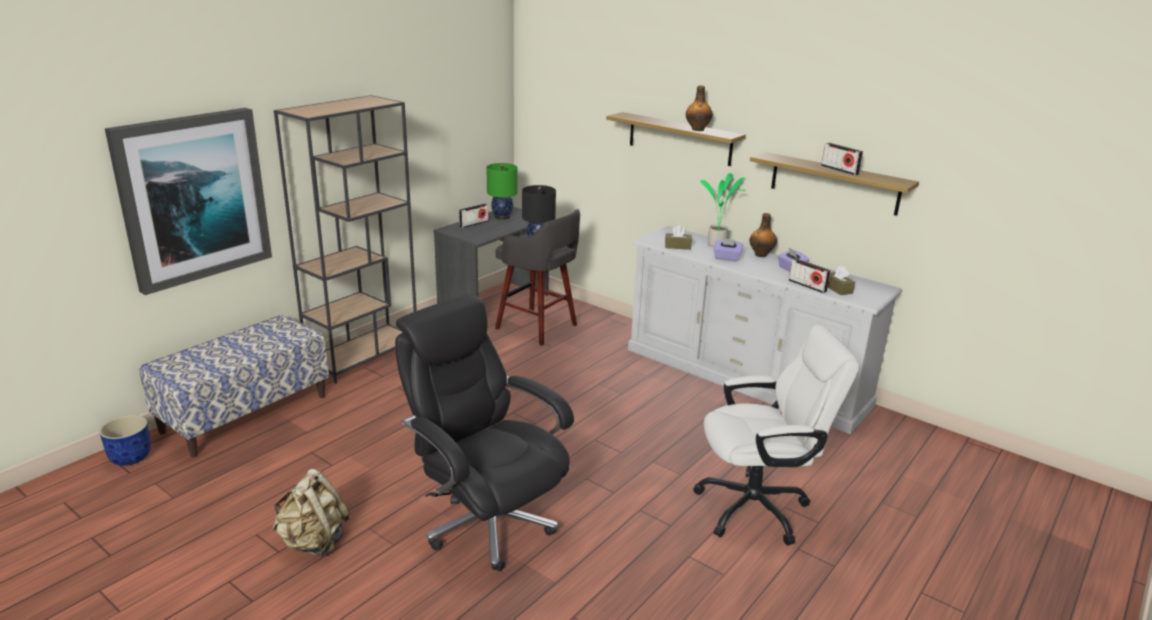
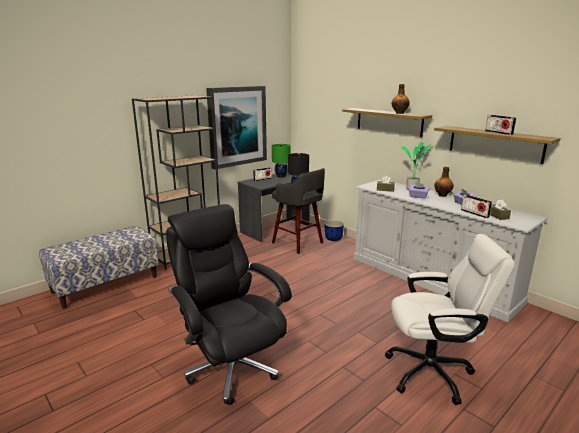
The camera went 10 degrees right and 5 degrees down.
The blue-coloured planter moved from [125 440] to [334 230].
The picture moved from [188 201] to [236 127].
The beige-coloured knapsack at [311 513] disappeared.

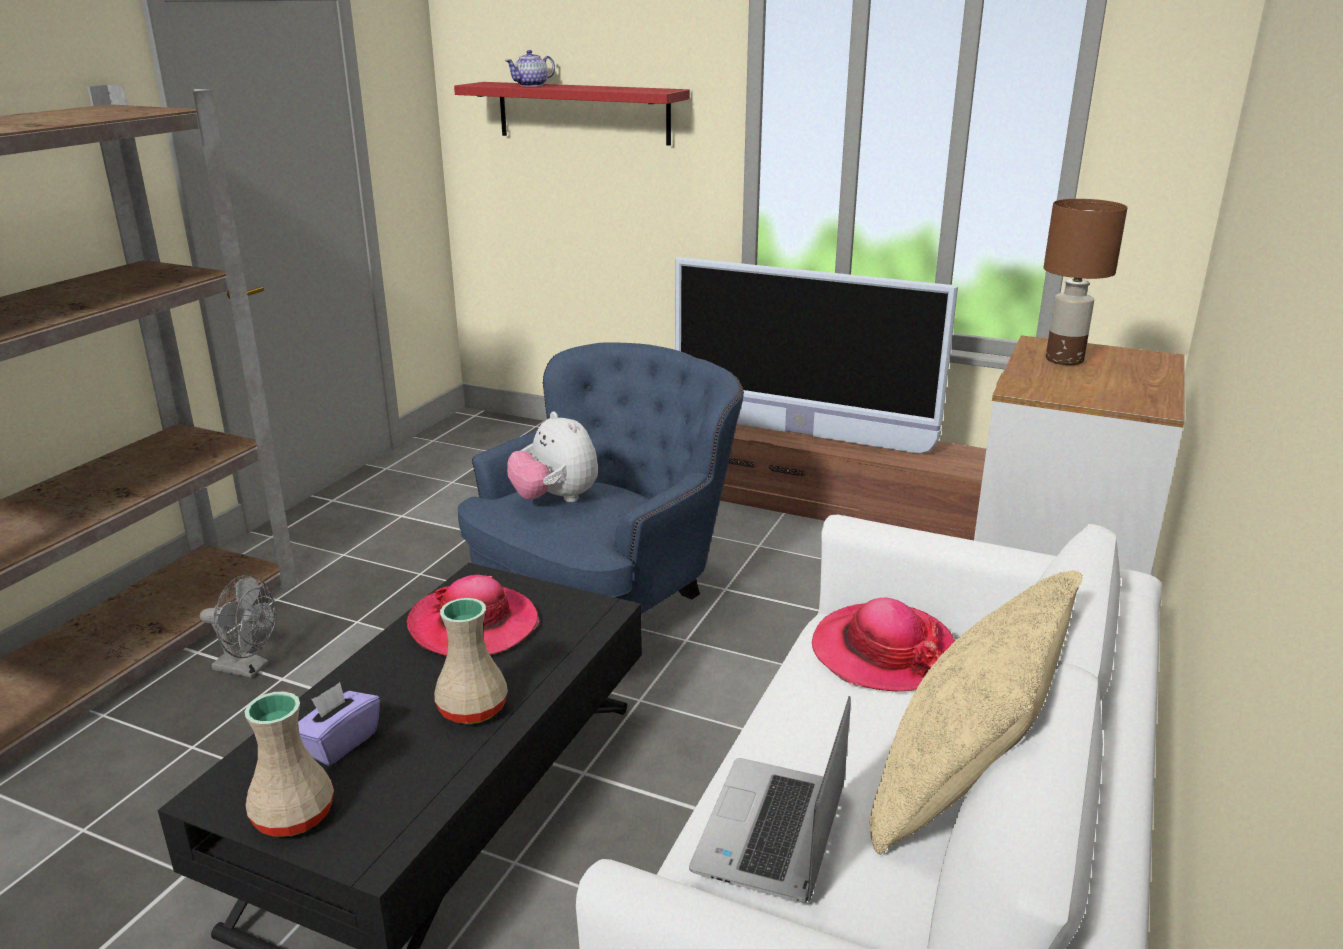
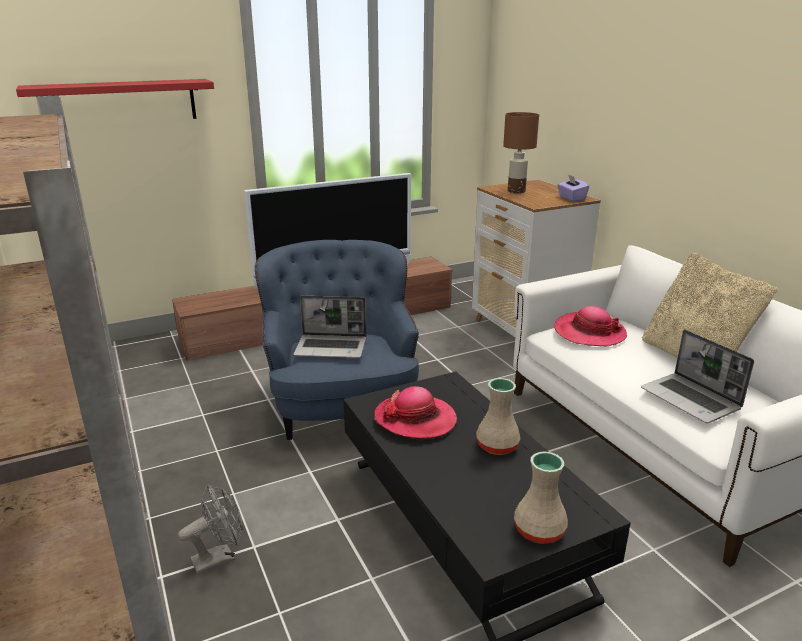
The camera went 50 degrees left and 0 degrees up.
The purplish box of tissues moved from [339 724] to [573 188].
The teapot at [530 68] disappeared.
The plush toy at [552 456] was replaced by the laptop at [330 326].

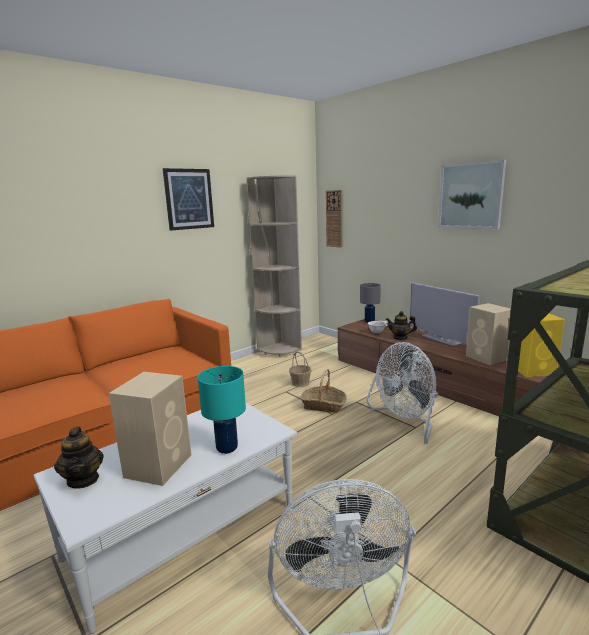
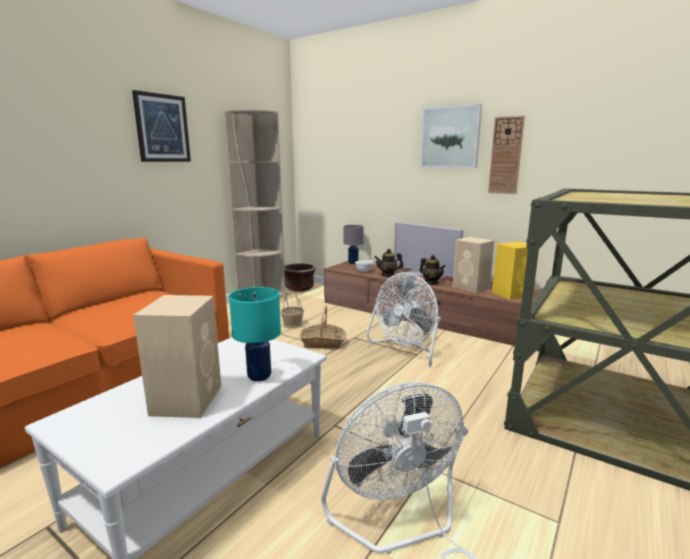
The camera went 15 degrees left and 0 degrees up.
The teapot moved from [79 458] to [433 269].
The hanging clock moved from [334 219] to [506 155].
The brown planter at [299 277] appeared.

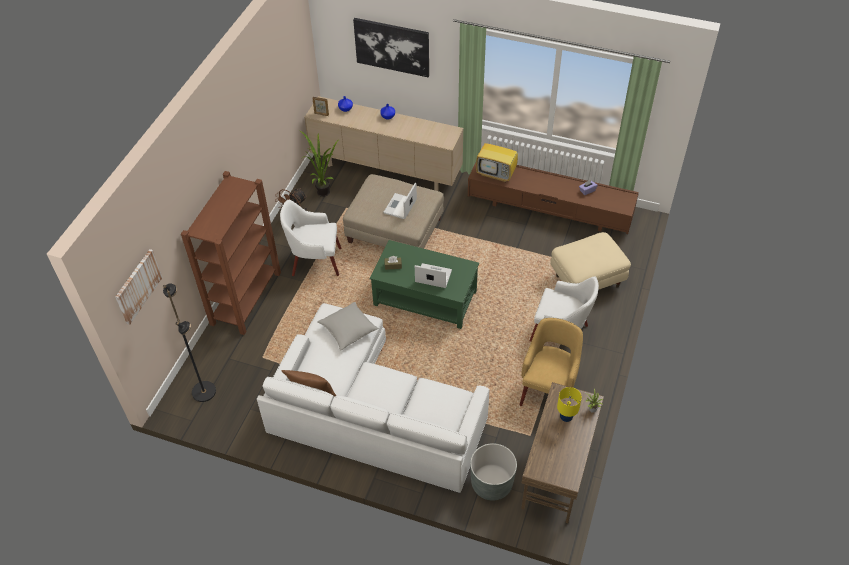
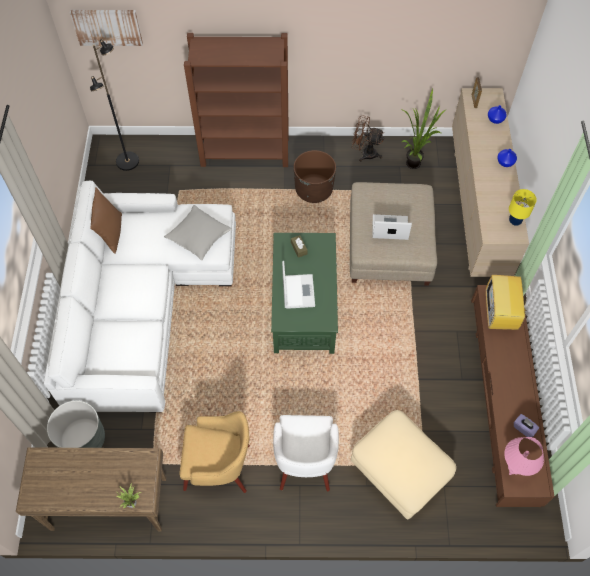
The camera went 70 degrees right and 10 degrees up.
The whitish easy chair at [310 238] was replaced by the brown planter at [315 176].
The picture at [391 47] disappeared.
The yellowish table lamp moved from [569 404] to [523 207].
The pinkish table lamp at [524 456] appeared.

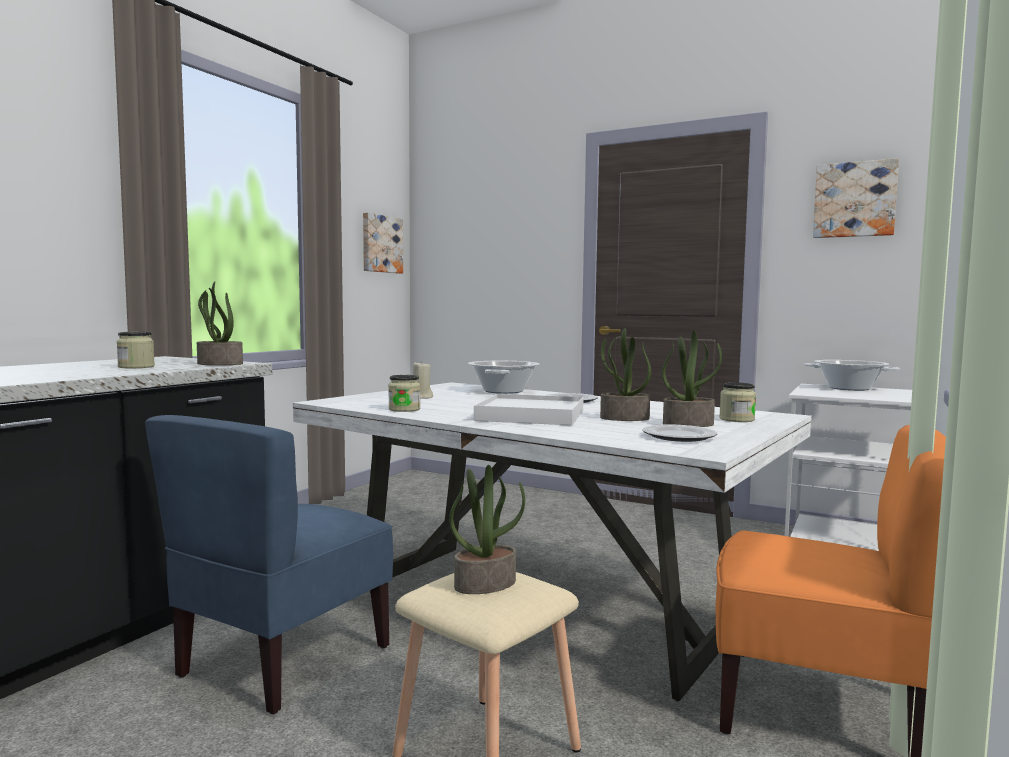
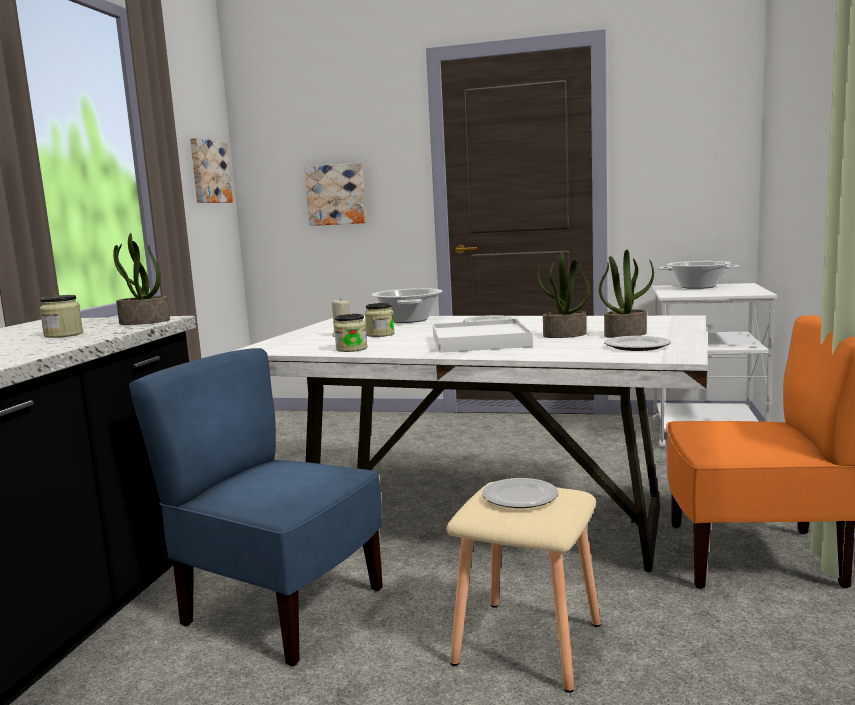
The camera went 15 degrees left and 5 degrees up.
The blue-coloured upright chair at [269 564] turned 105 degrees clockwise.
The plant in a pot at [487 529] was replaced by the dinner plate at [520 493].
The storage jar moved from [737 402] to [379 320].
The picture moved from [856 198] to [335 194].

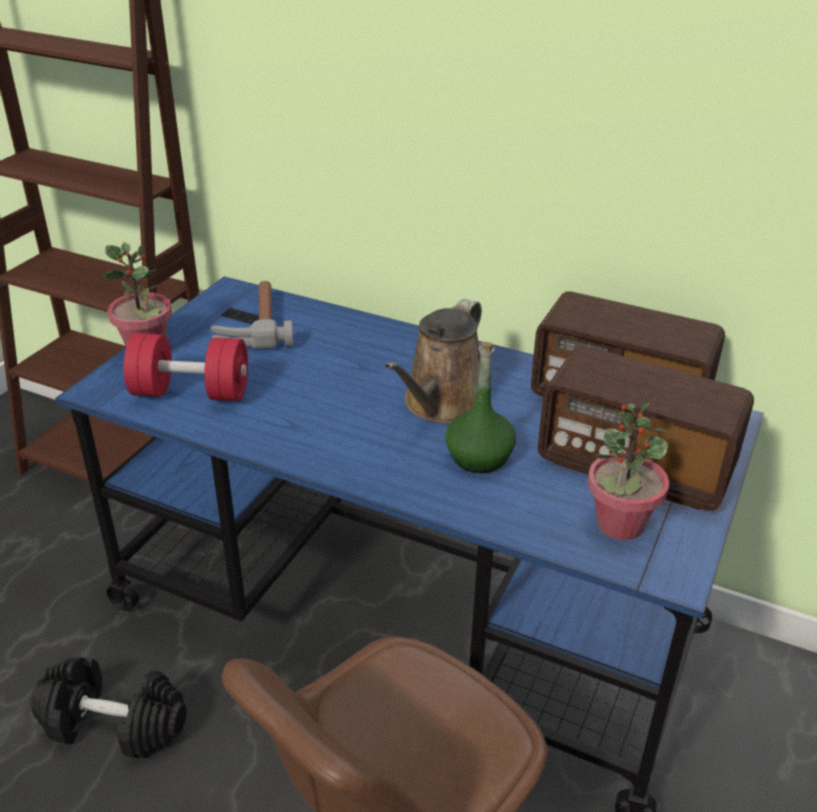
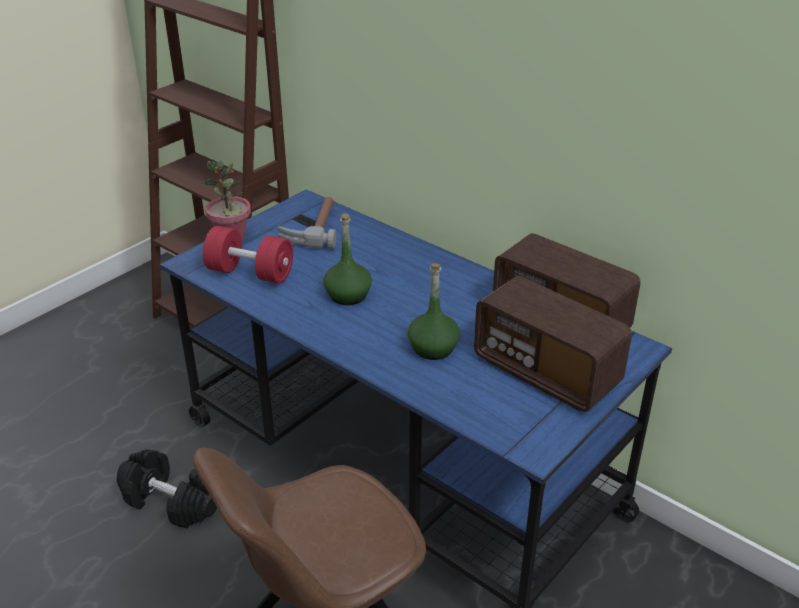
The camera went 15 degrees right and 0 degrees up.
The brown watering pot at [433 361] disappeared.
The plant in a pot at [628 466] disappeared.
The green-coloured bottle at [347 259] appeared.

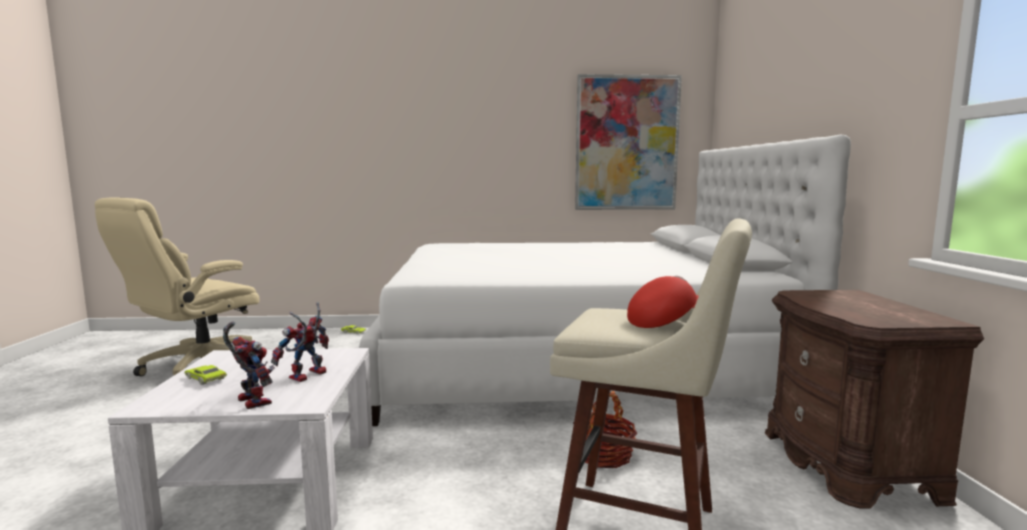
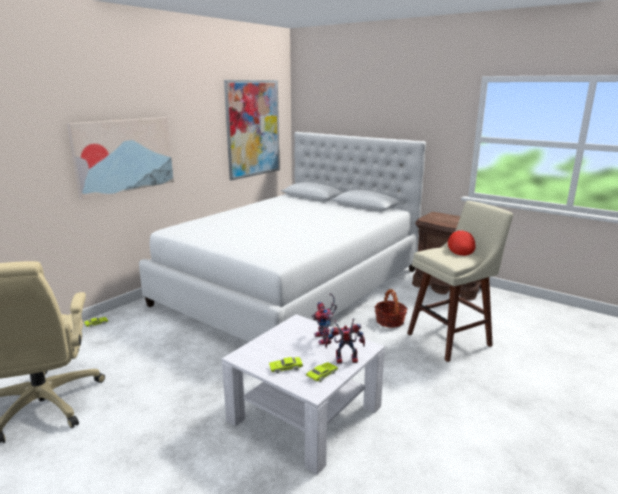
The camera went 50 degrees left and 10 degrees up.
The picture at [120 158] appeared.
The green-coloured miniature car at [322 372] appeared.

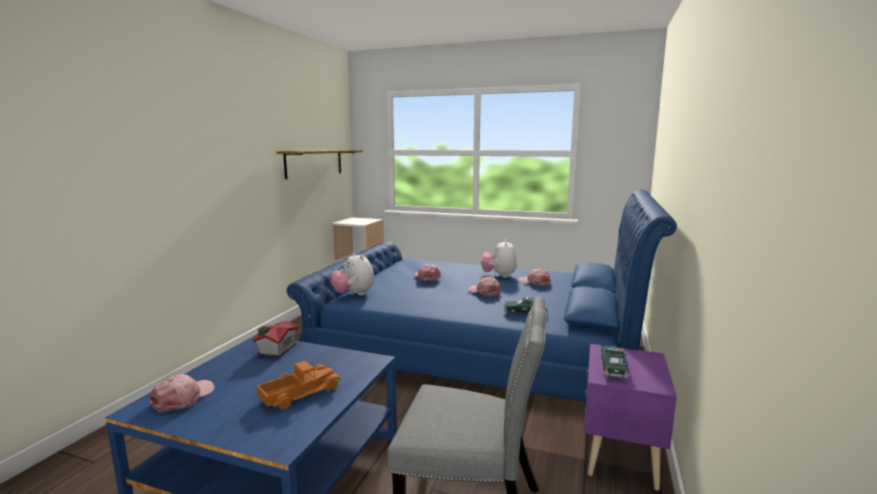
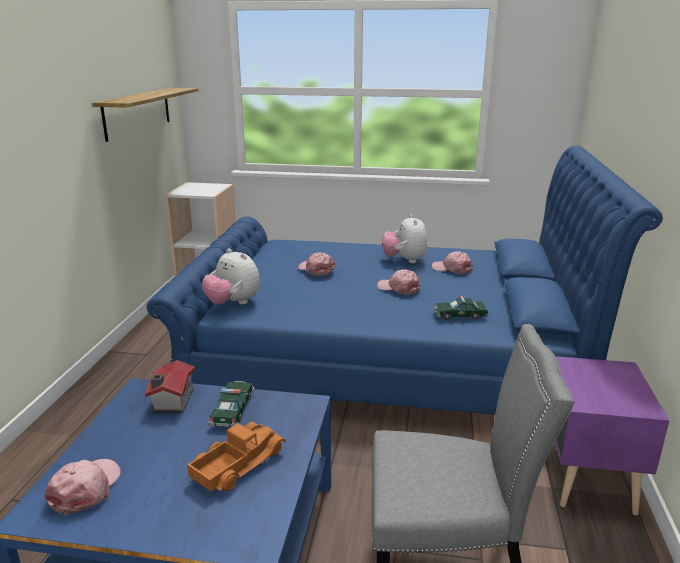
The camera went 10 degrees left and 10 degrees up.
The miniature car moved from [615 362] to [231 404].

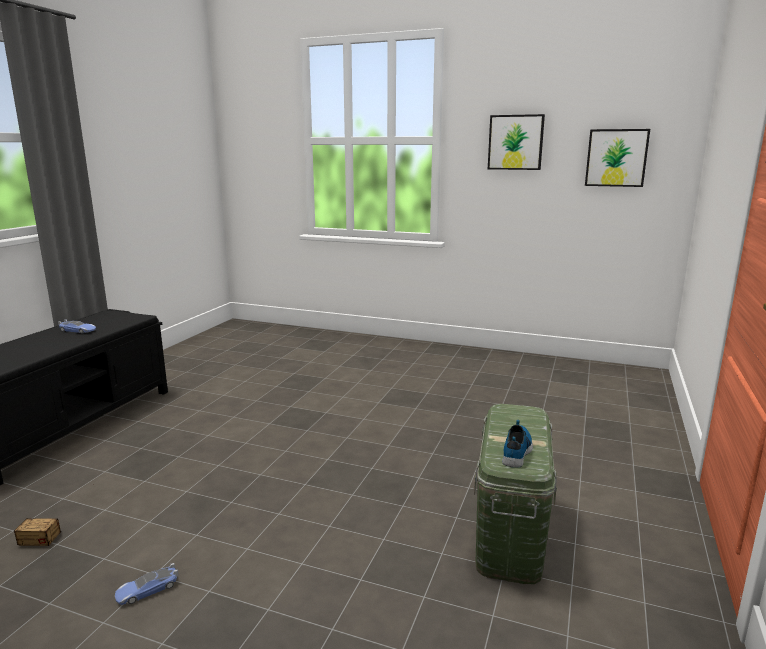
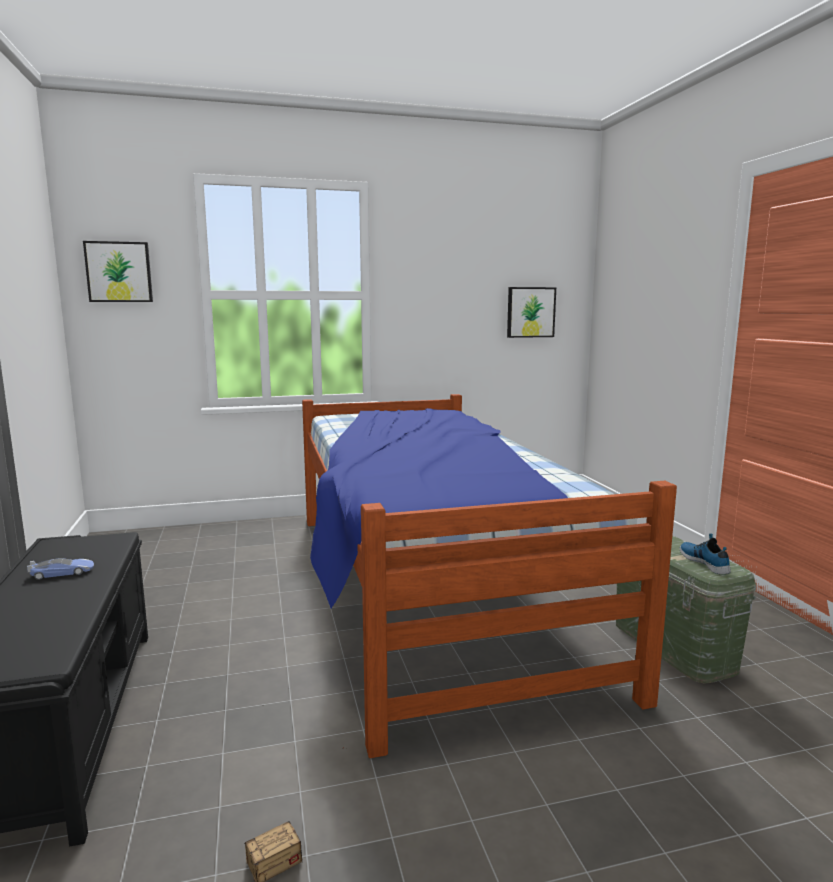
The camera went 35 degrees left and 5 degrees down.
The miniature car at [146 584] disappeared.
The picture moved from [516 142] to [118 271].
The bedroom bed at [489 576] appeared.

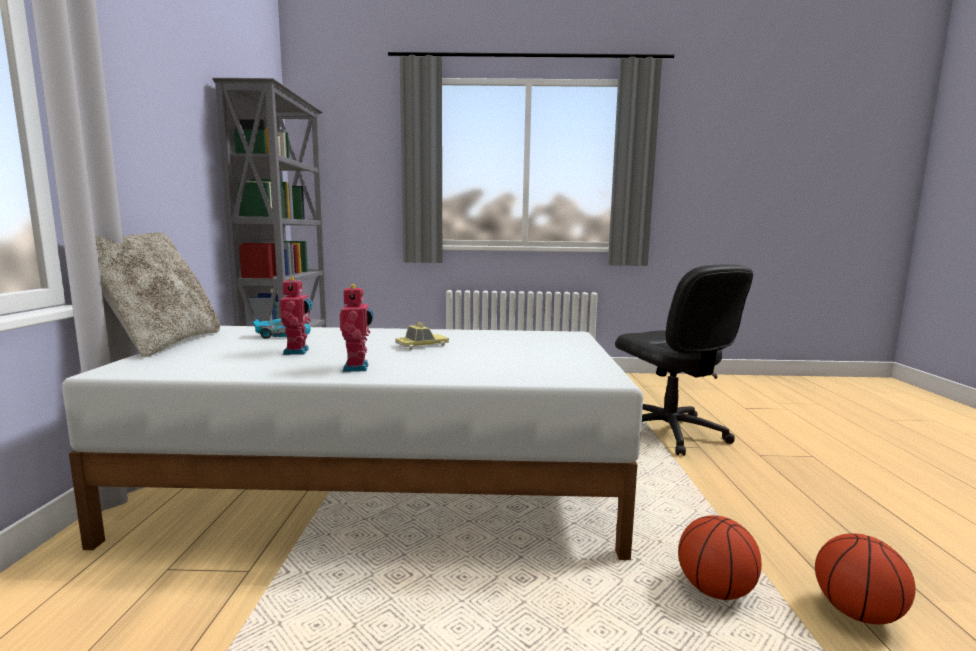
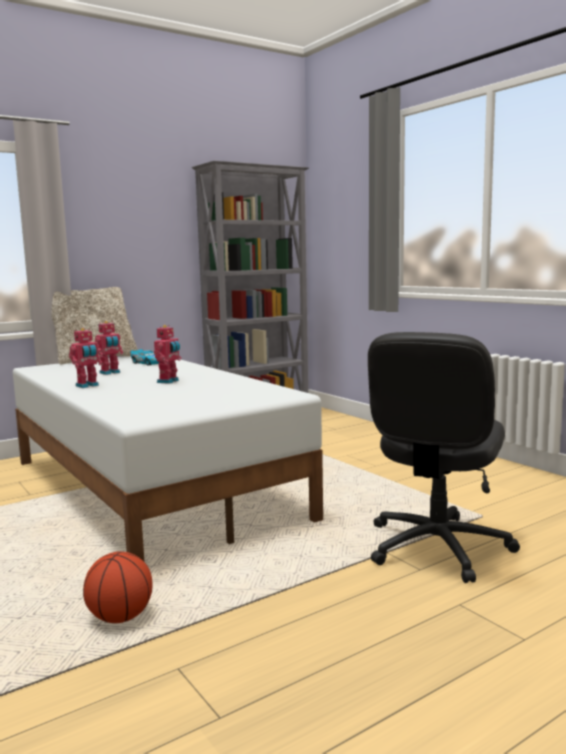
The camera went 55 degrees right and 0 degrees up.
The miniature car at [422 336] was replaced by the robot figure at [167 354].
The basketball at [865 578] disappeared.

